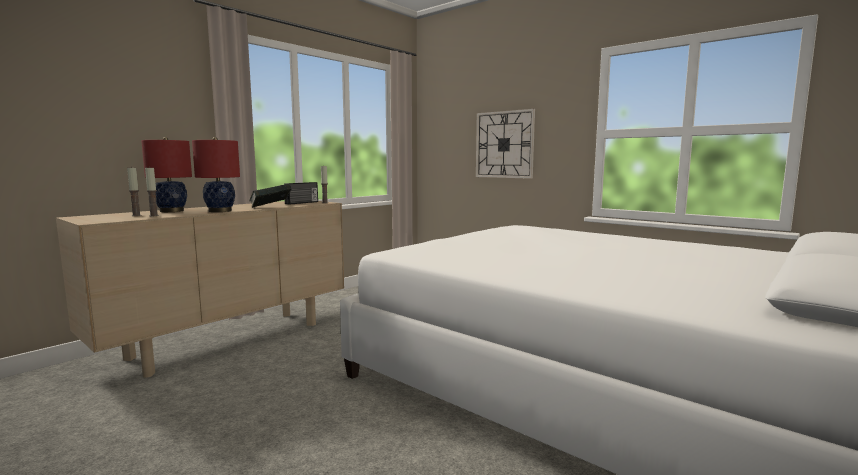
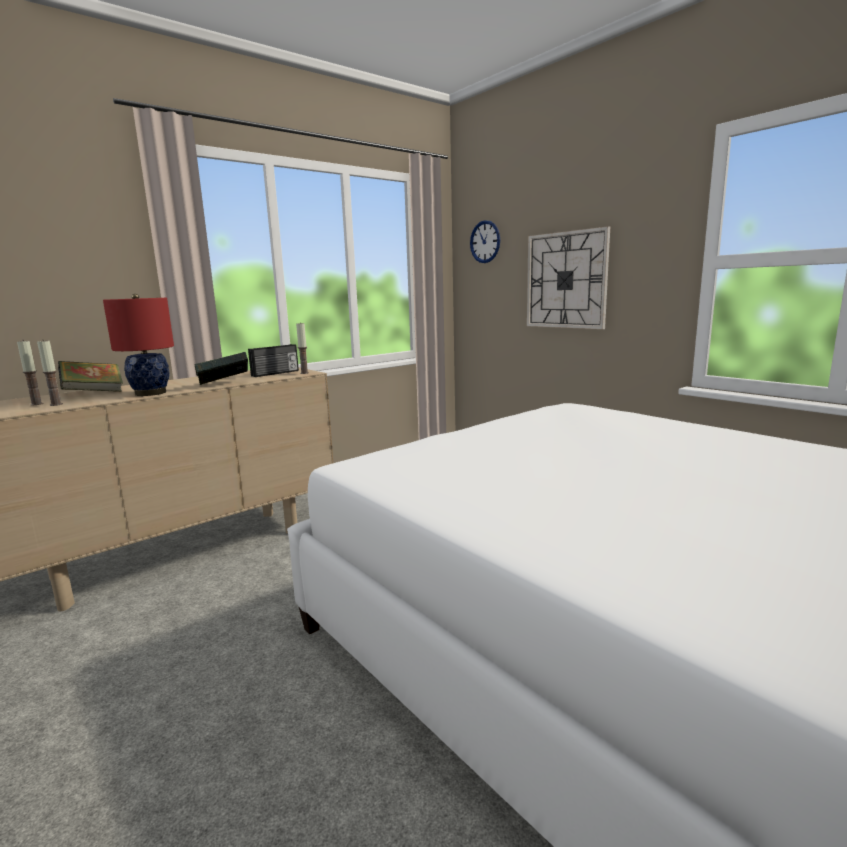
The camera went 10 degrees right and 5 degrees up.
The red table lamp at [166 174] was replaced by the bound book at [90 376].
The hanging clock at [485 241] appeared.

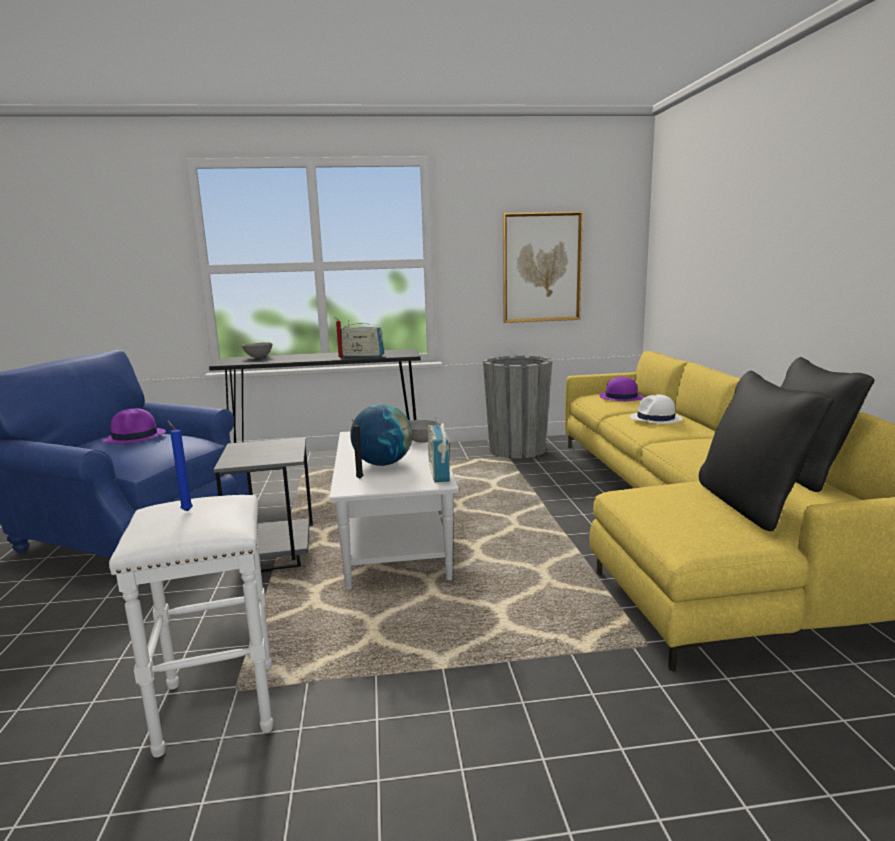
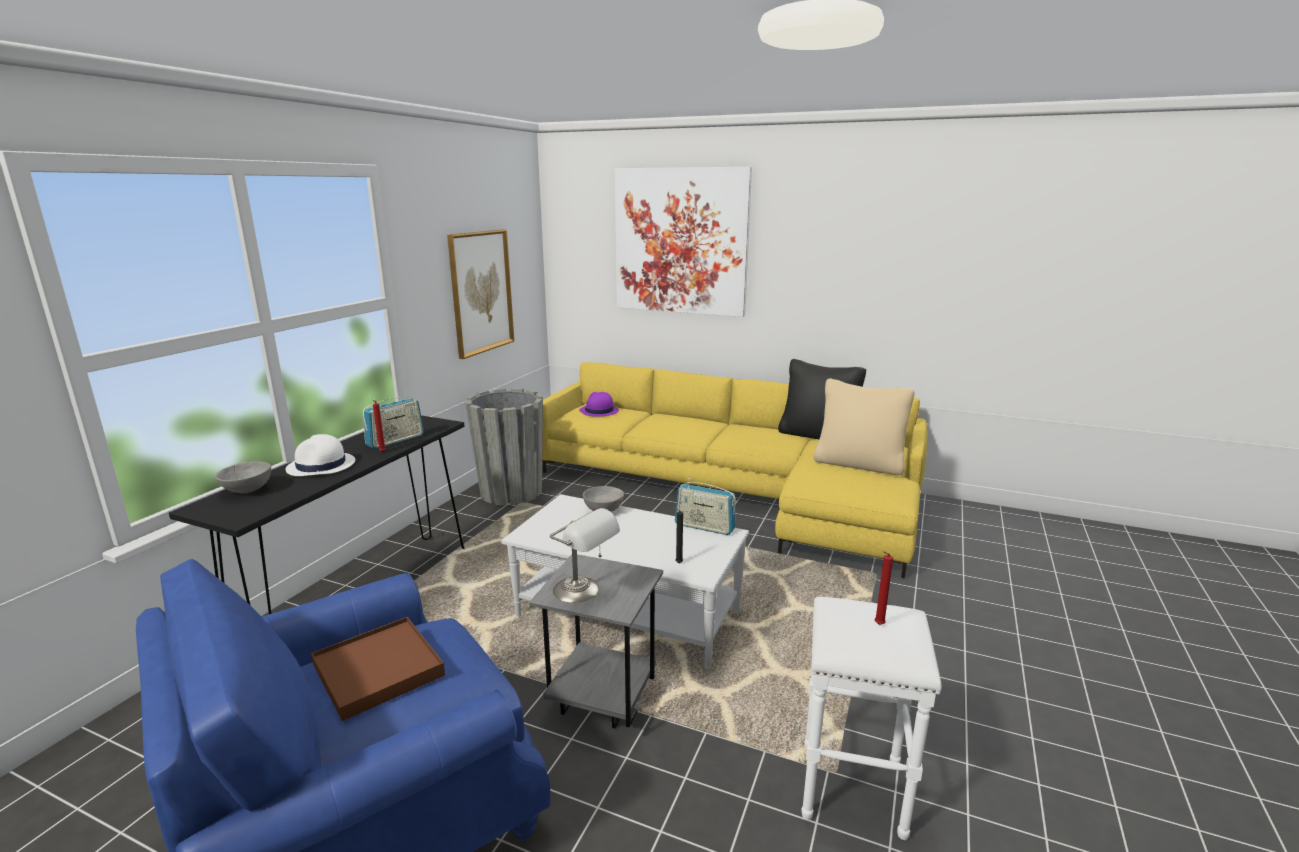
The camera went 60 degrees left and 5 degrees up.
The purplish wearable hat at [134 426] was replaced by the brown tray at [378 669].
The blue-coloured wax candle at [180 465] became the red wax candle at [884 588].
The world globe at [381 435] disappeared.
The whitish wearable hat moved from [656 409] to [320 455].
The blackish throw pillow at [766 451] became the beige-coloured throw pillow at [864 426].
The whitish table lamp at [585 555] appeared.
The picture at [683 242] appeared.

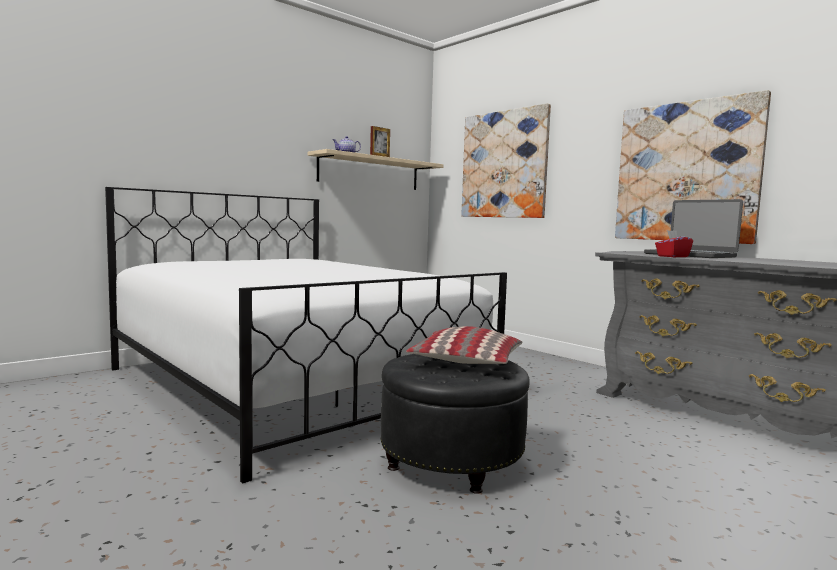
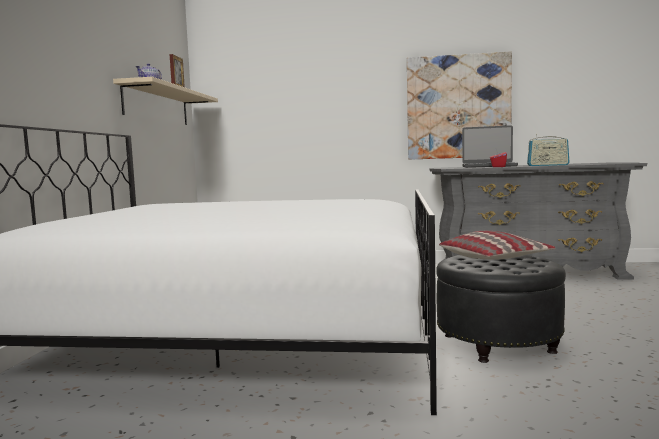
The camera went 40 degrees left and 0 degrees up.
The picture at [506 160] disappeared.
The radio receiver at [548 150] appeared.

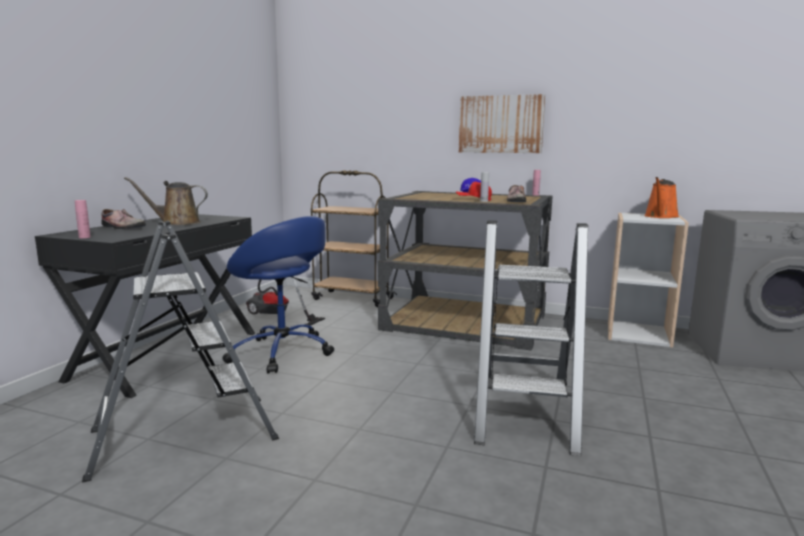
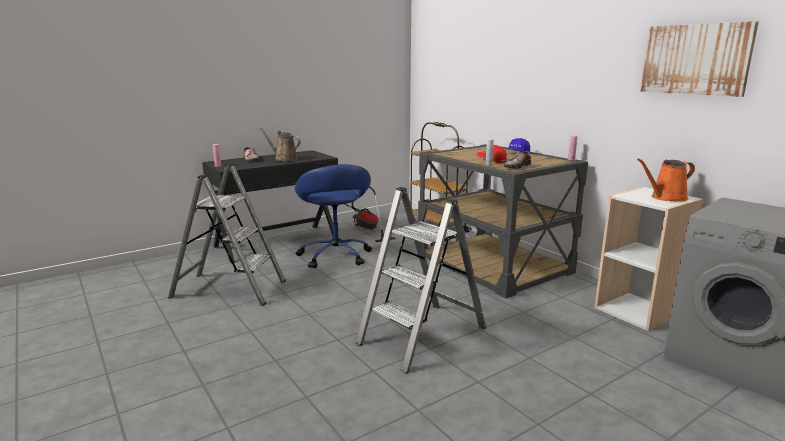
The camera went 35 degrees right and 5 degrees up.
The picture moved from [502 123] to [699 59].

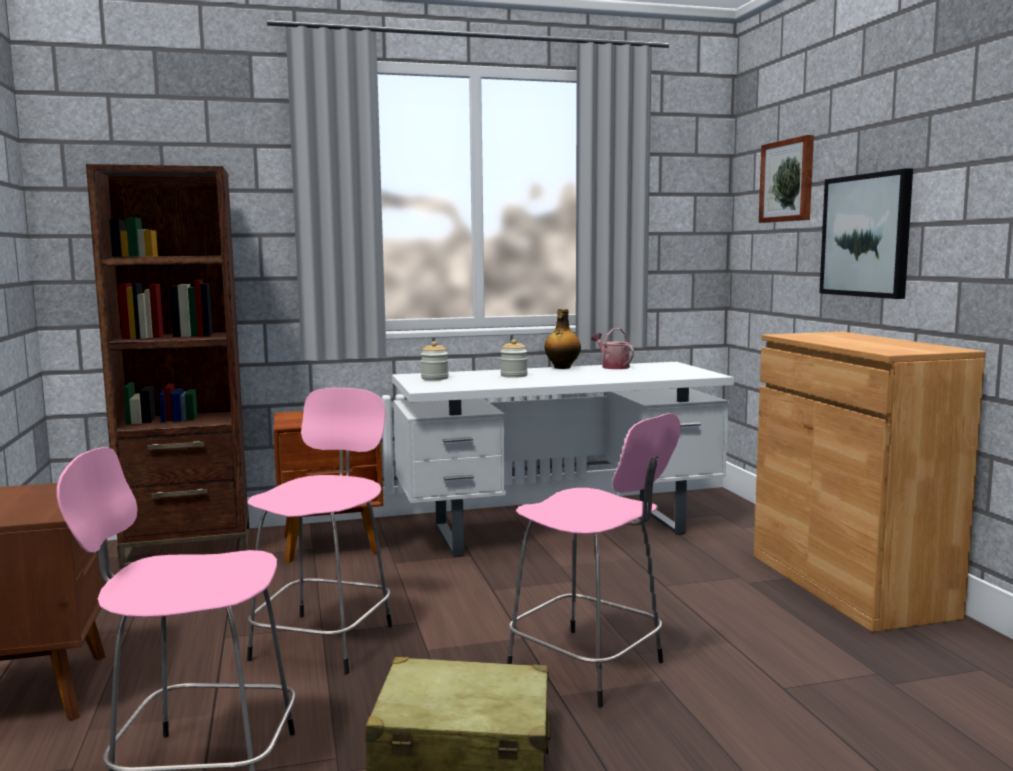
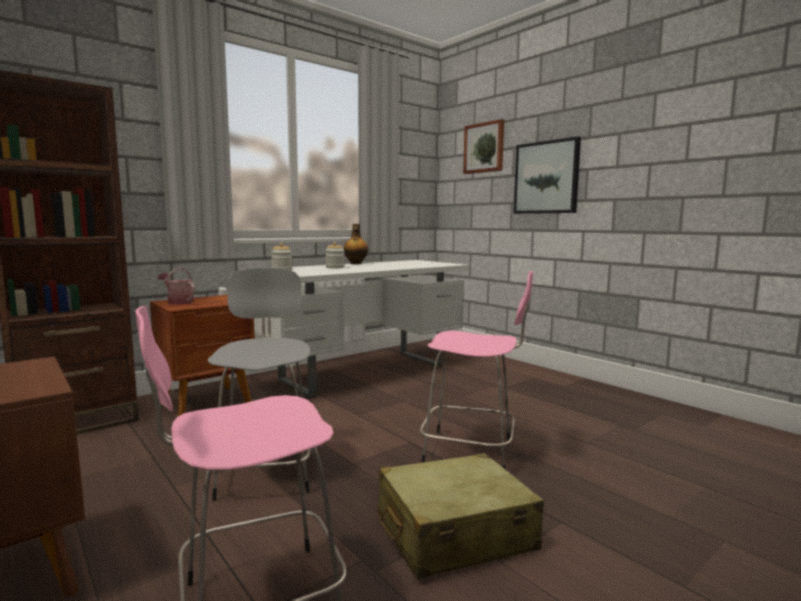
The camera went 25 degrees left and 0 degrees up.
The pinkish sitting stool at [319 531] became the greyish sitting stool at [259 384].
The watering pot moved from [612 348] to [176 286].
The brown storage cabinet at [870 482] disappeared.

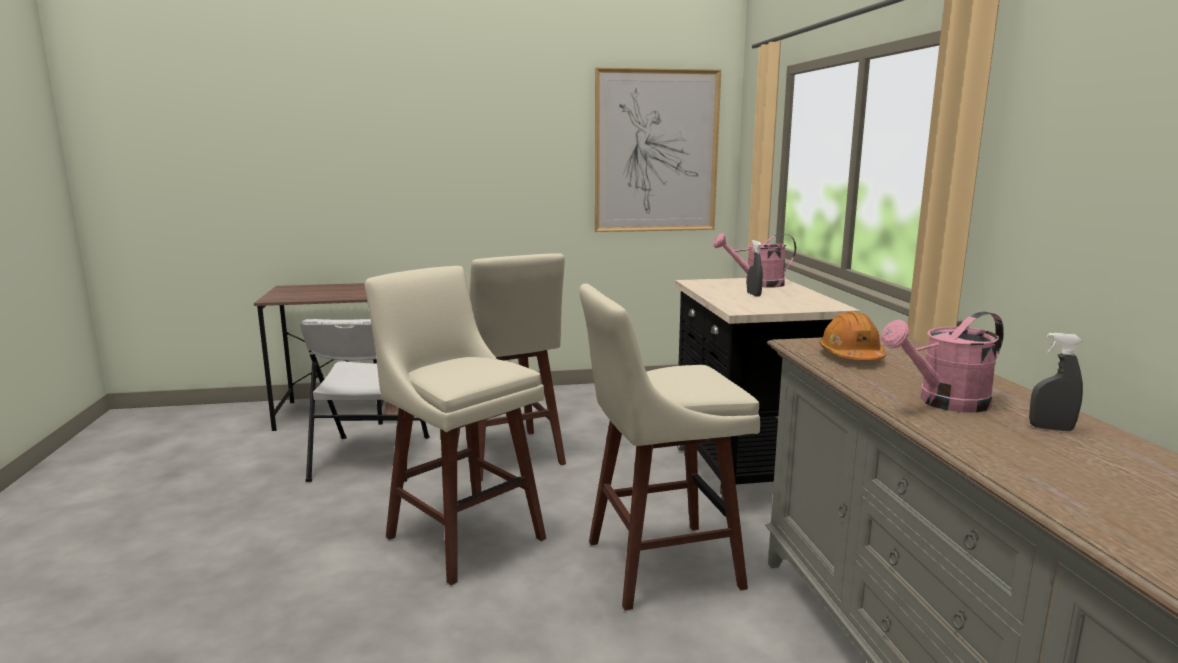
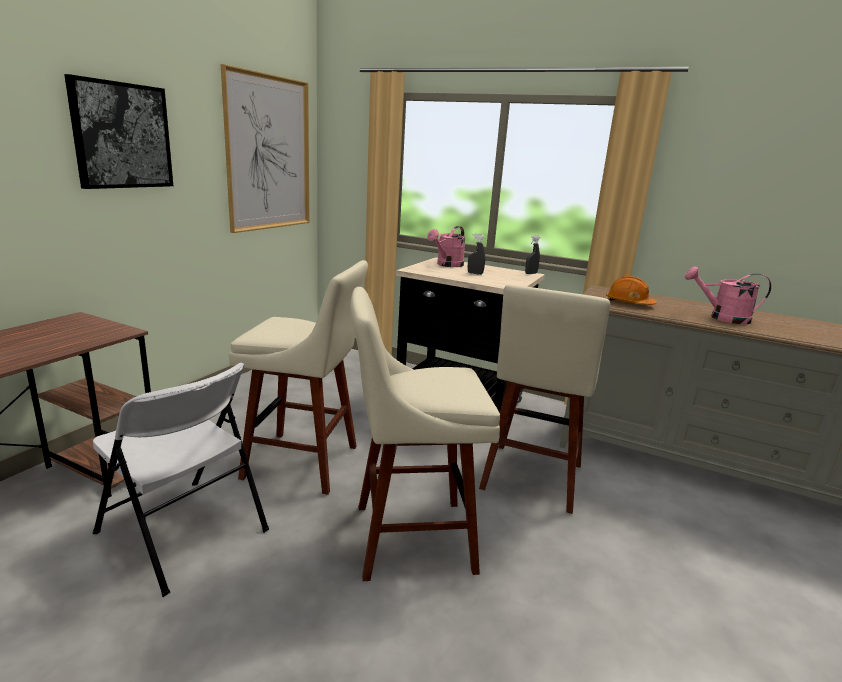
The camera went 55 degrees left and 5 degrees up.
The pinkish watering pot at [942 362] turned 90 degrees clockwise.
The greyish spray bottle moved from [1056 382] to [532 254].
The picture at [118 131] appeared.

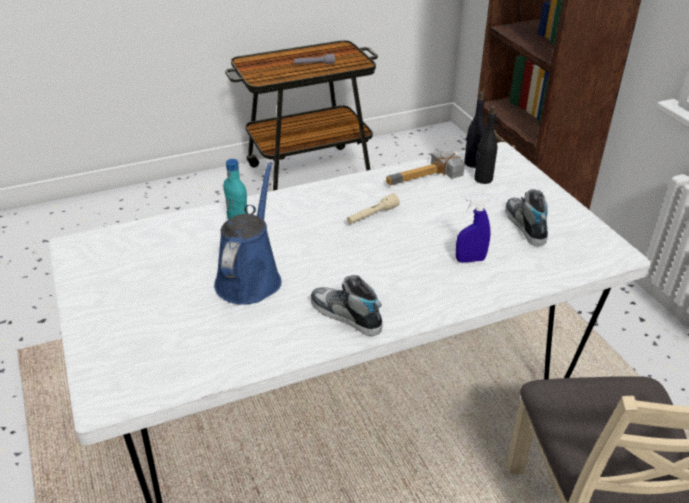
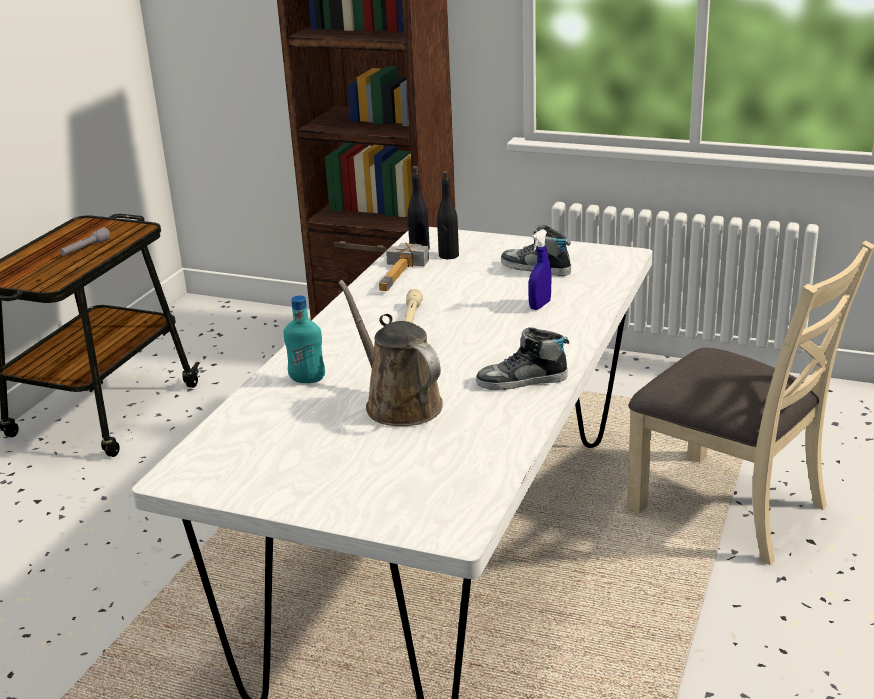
The camera went 45 degrees left and 10 degrees down.
The blue-coloured watering pot at [248 233] became the brown watering pot at [390 353].

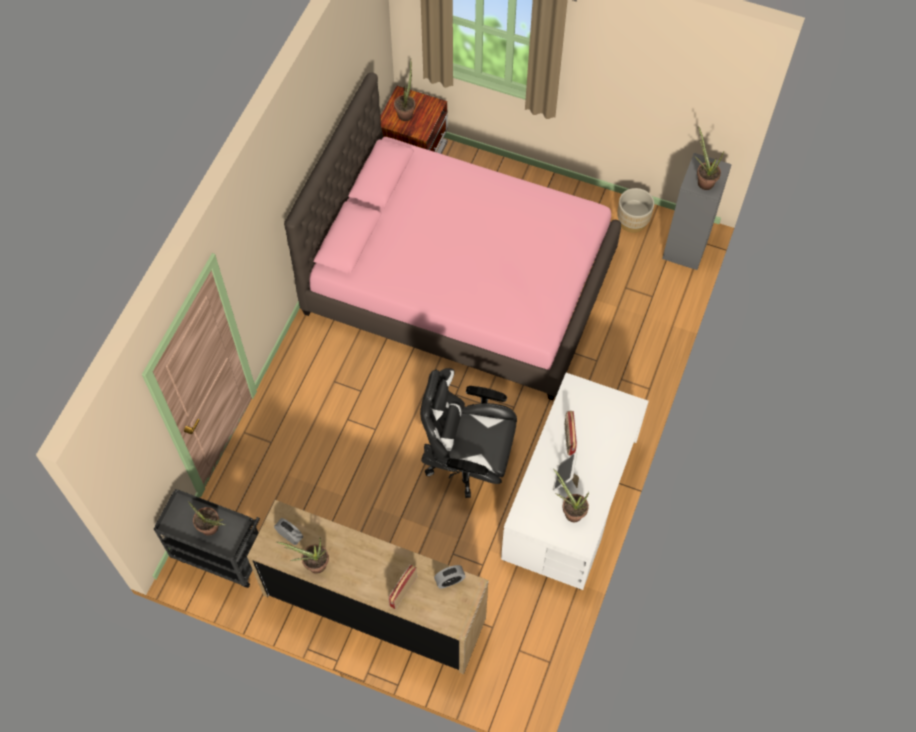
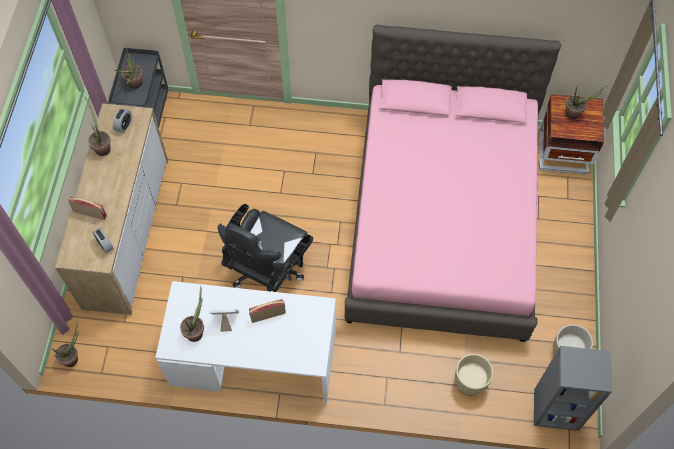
The camera went 75 degrees right and 0 degrees up.
The blackish computer chair at [468 433] turned 150 degrees counterclockwise.
The plant in a pot moved from [709 158] to [65 344].
The beige-coloured planter at [474 375] appeared.

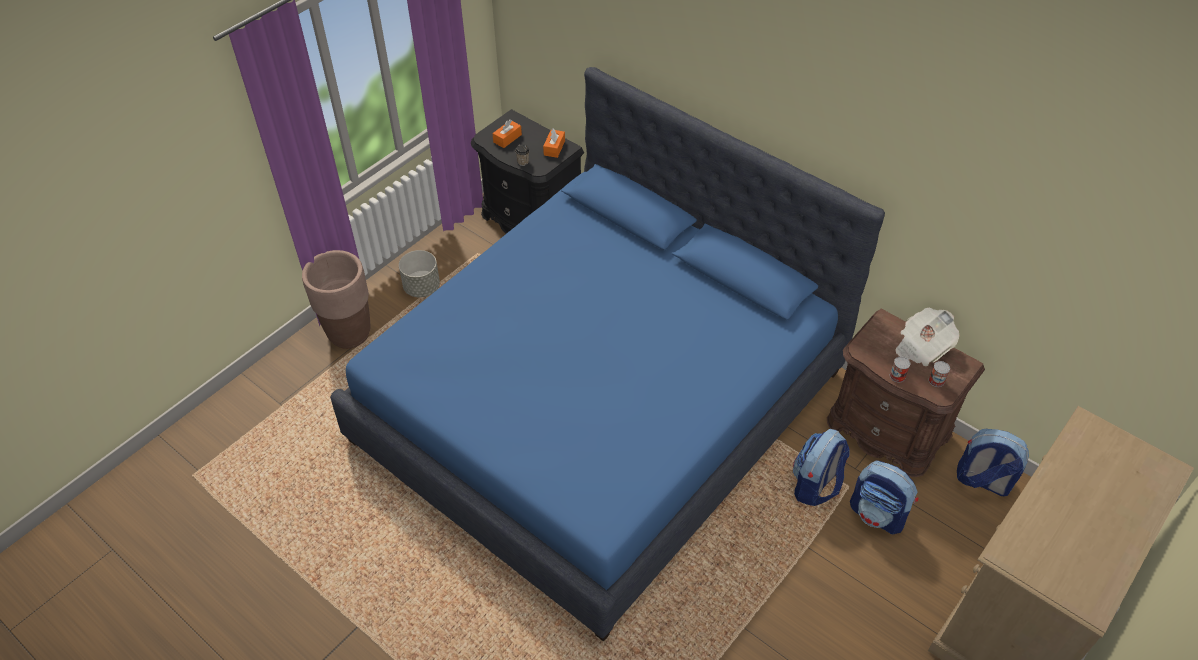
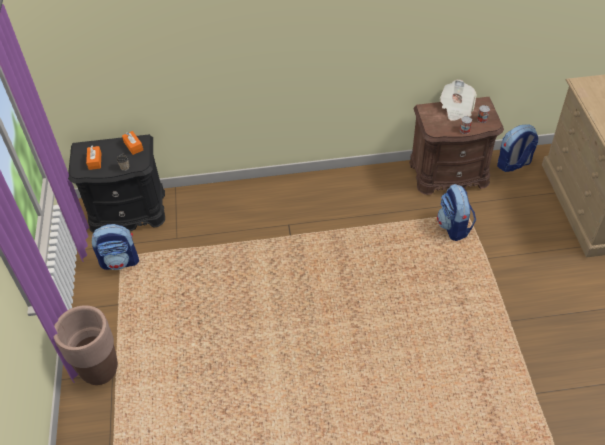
The camera went 45 degrees left and 0 degrees up.
The blue-coloured bedroom bed at [607 354] disappeared.
The greyish planter at [419 273] disappeared.
The knapsack moved from [884 497] to [115 247].

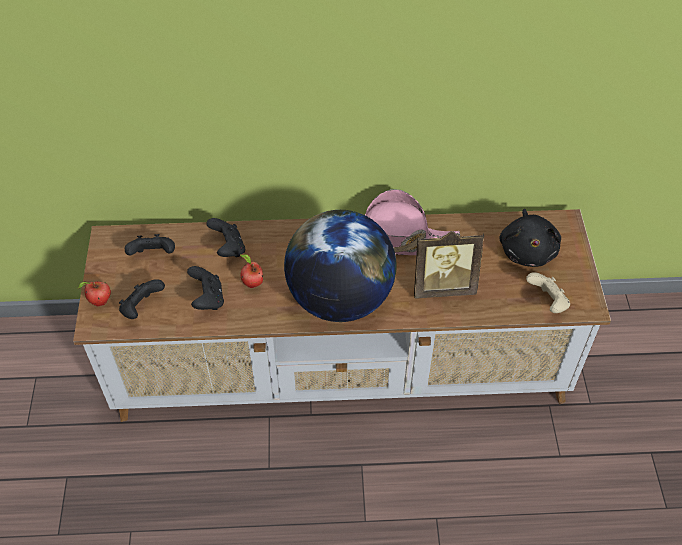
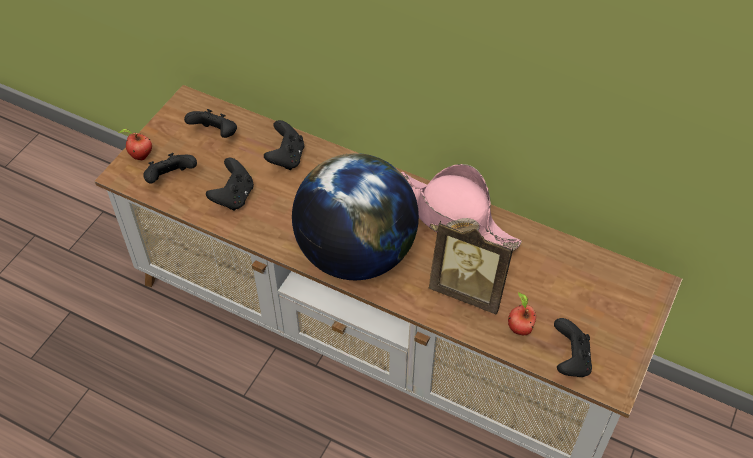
The camera went 30 degrees right and 0 degrees up.
The whole apple moved from [251 271] to [522 313].
The blackish plush toy at [530 238] disappeared.
The beige-coloured game controller at [548 292] became the blackish game controller at [573 347].

